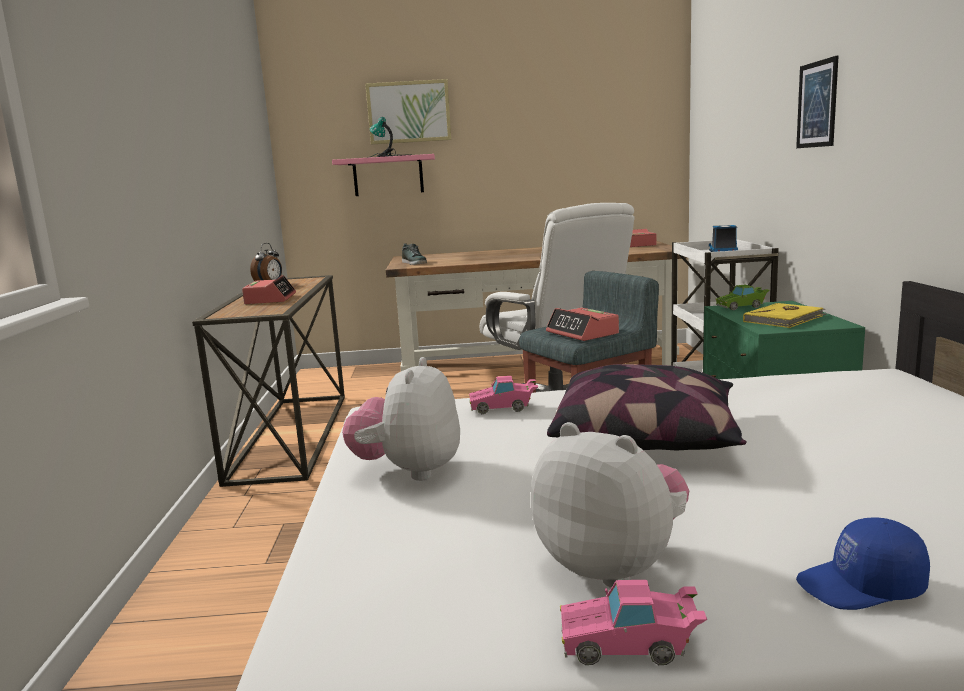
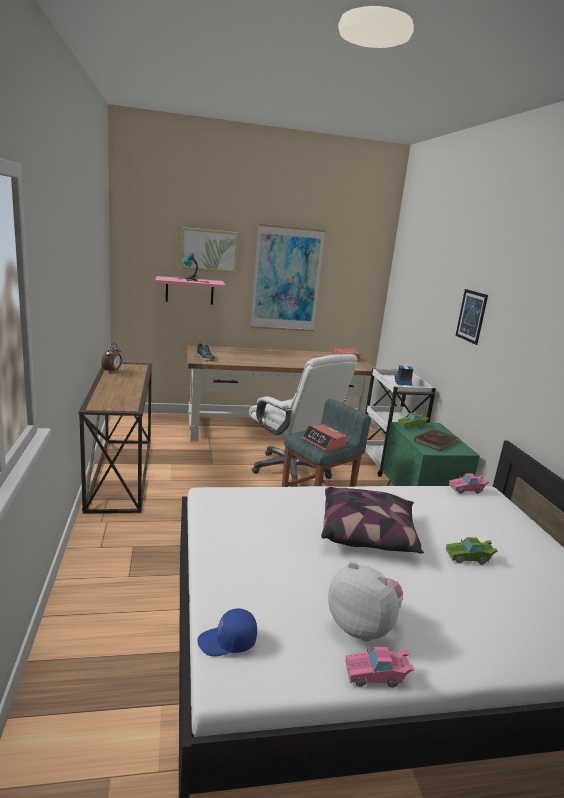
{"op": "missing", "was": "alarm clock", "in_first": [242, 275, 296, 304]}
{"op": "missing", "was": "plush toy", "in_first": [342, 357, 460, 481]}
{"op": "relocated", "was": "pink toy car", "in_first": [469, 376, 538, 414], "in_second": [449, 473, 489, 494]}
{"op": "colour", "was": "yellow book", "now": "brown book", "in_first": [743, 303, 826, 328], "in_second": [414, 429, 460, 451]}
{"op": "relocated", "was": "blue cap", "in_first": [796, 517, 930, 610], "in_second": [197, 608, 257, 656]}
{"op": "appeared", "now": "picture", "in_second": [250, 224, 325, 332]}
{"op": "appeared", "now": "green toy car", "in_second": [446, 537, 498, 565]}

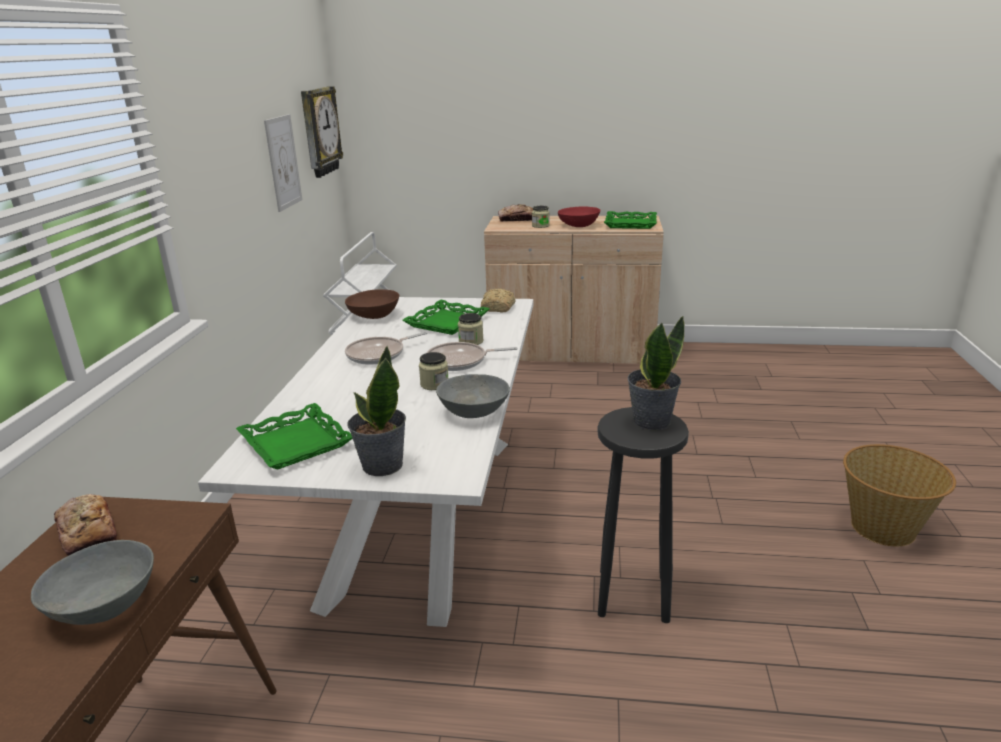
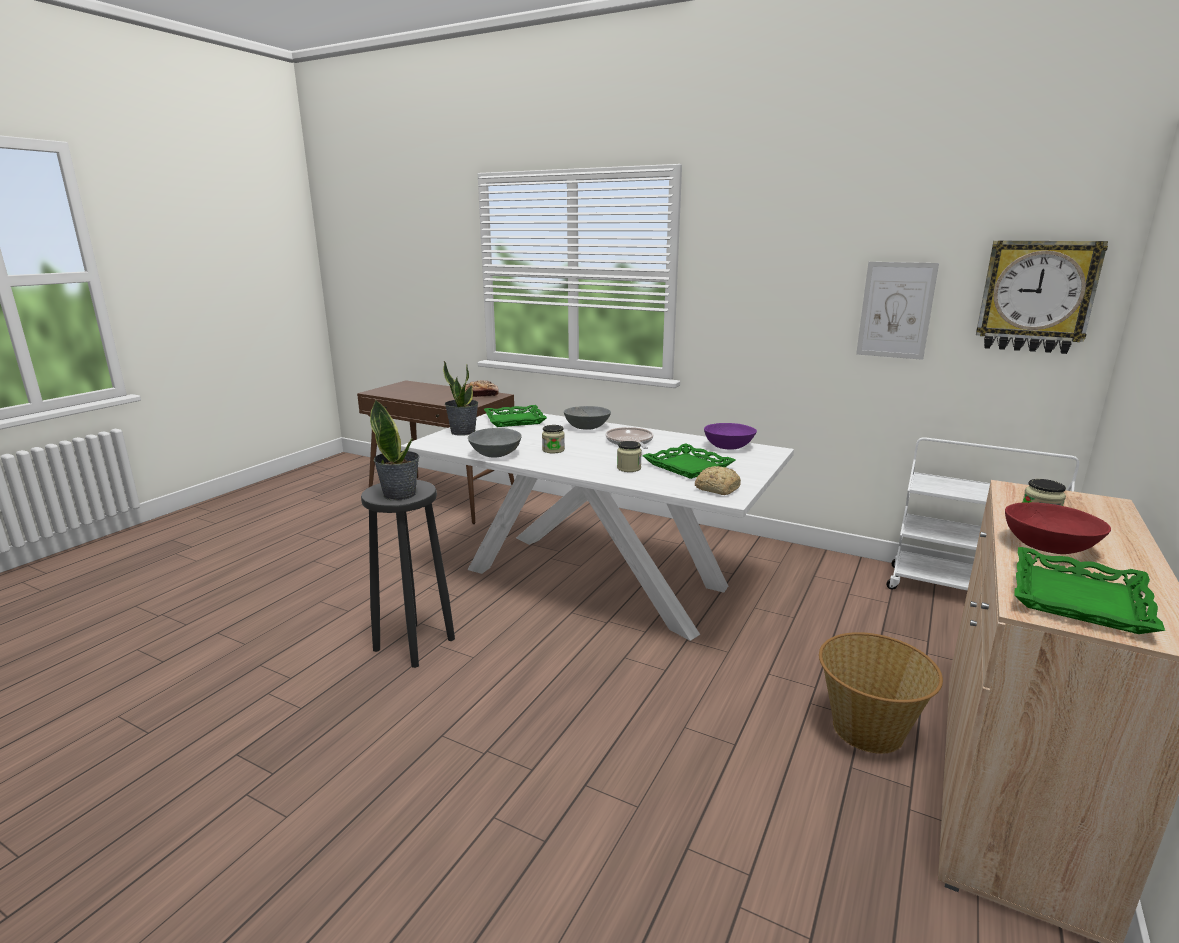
{"op": "relocated", "was": "grey bowl", "in_first": [31, 540, 154, 625], "in_second": [564, 406, 611, 430]}
{"op": "colour", "was": "brown bowl", "now": "purple bowl", "in_first": [345, 289, 399, 319], "in_second": [704, 423, 757, 449]}
{"op": "missing", "was": "frying pan", "in_first": [427, 342, 518, 371]}
{"op": "missing", "was": "bread", "in_first": [498, 204, 533, 222]}
{"op": "relocated", "was": "basket", "in_first": [843, 444, 956, 546], "in_second": [819, 632, 943, 754]}

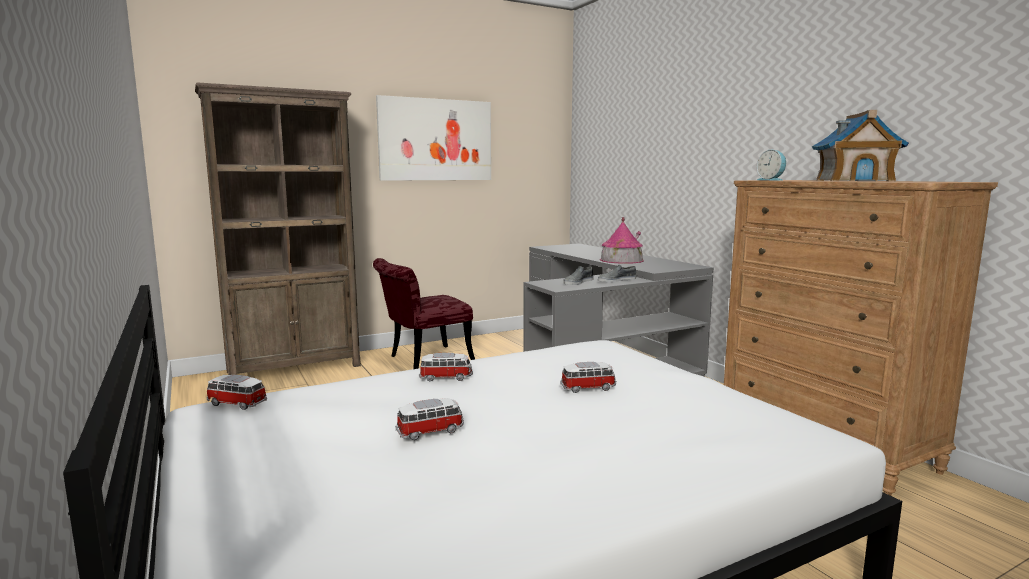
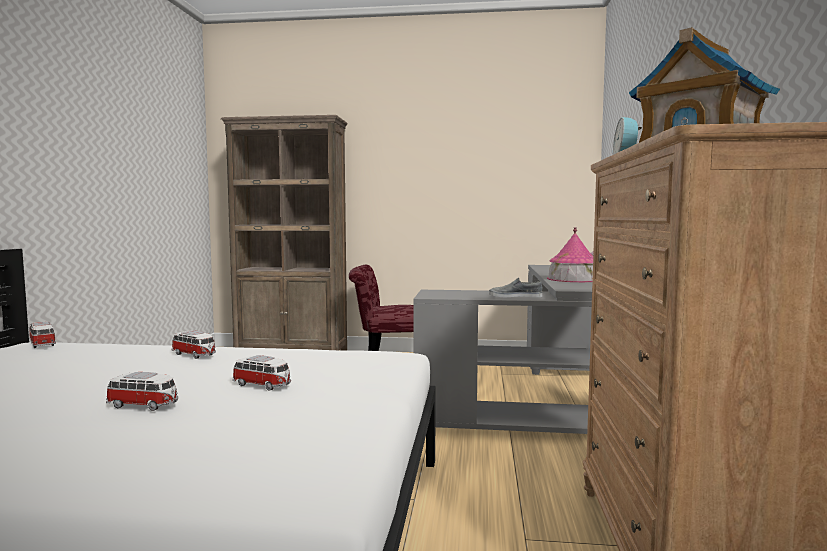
{"op": "missing", "was": "picture", "in_first": [376, 95, 491, 181]}
{"op": "relocated", "was": "toy car", "in_first": [396, 398, 464, 440], "in_second": [106, 372, 178, 411]}
{"op": "missing", "was": "grey shoe", "in_first": [563, 266, 593, 285]}

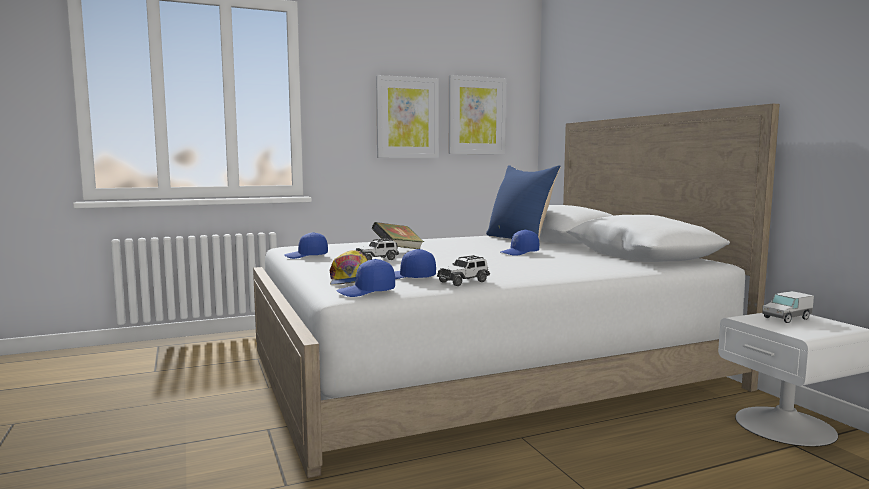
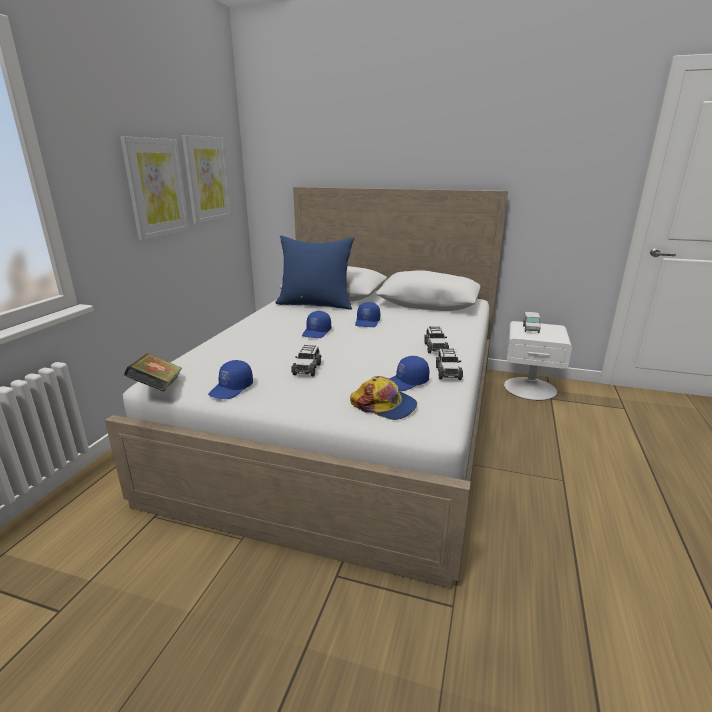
{"op": "relocated", "was": "blue cap", "in_first": [336, 259, 395, 297], "in_second": [302, 311, 331, 338]}
{"op": "relocated", "was": "book", "in_first": [372, 222, 424, 249], "in_second": [124, 353, 182, 392]}
{"op": "appeared", "now": "toy car", "in_second": [424, 326, 449, 353]}

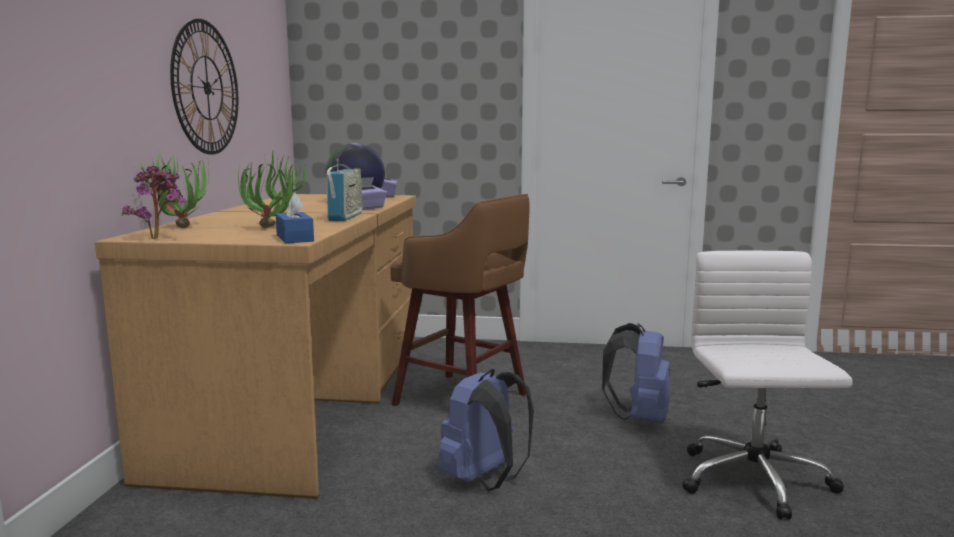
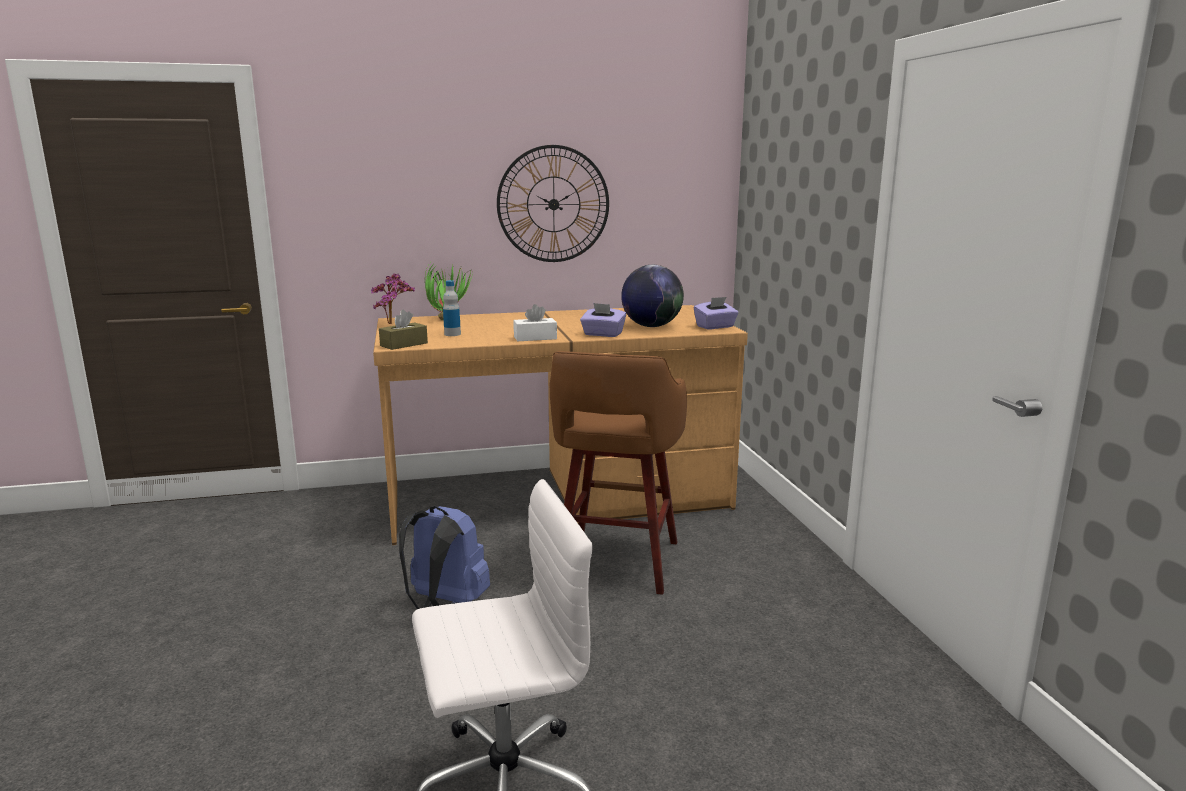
{"op": "exchanged", "was": "potted plant", "now": "bottle", "in_first": [238, 152, 306, 228], "in_second": [443, 280, 461, 336]}
{"op": "colour", "was": "blue tissue box", "now": "brown tissue box", "in_first": [276, 193, 314, 243], "in_second": [379, 309, 428, 350]}
{"op": "exchanged", "was": "radio", "now": "white tissue box", "in_first": [327, 160, 363, 221], "in_second": [513, 304, 557, 341]}
{"op": "missing", "was": "blue backpack", "in_first": [602, 323, 670, 422]}

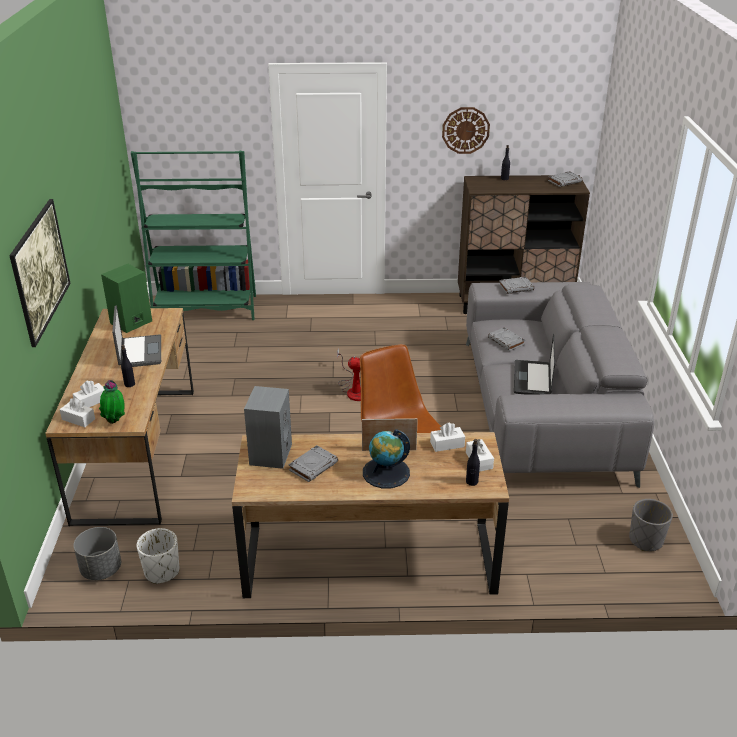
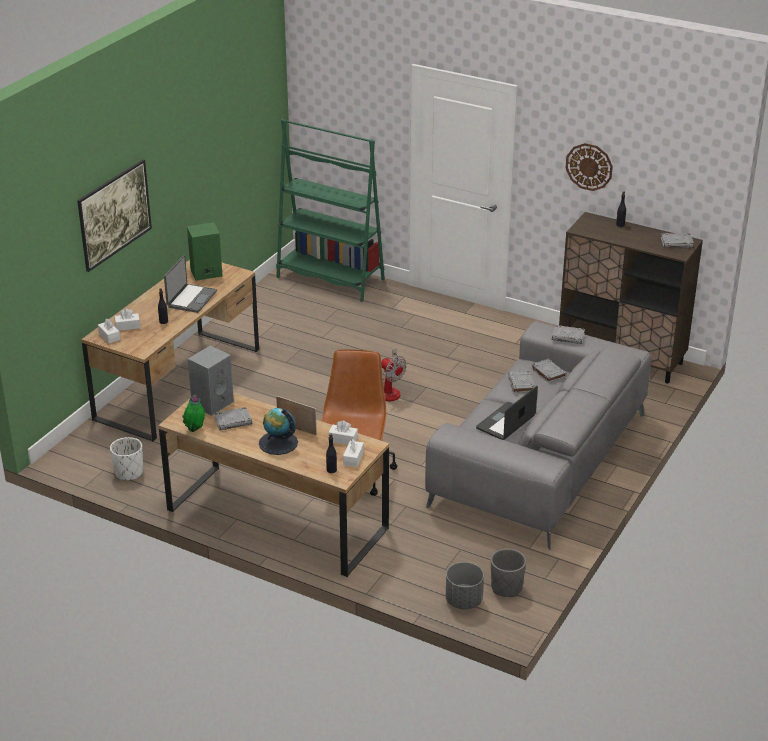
{"op": "relocated", "was": "grey planter", "in_first": [74, 527, 121, 580], "in_second": [446, 562, 484, 609]}
{"op": "relocated", "was": "potted plant", "in_first": [99, 380, 125, 424], "in_second": [182, 395, 205, 432]}
{"op": "appeared", "now": "grey book", "in_second": [531, 359, 567, 383]}

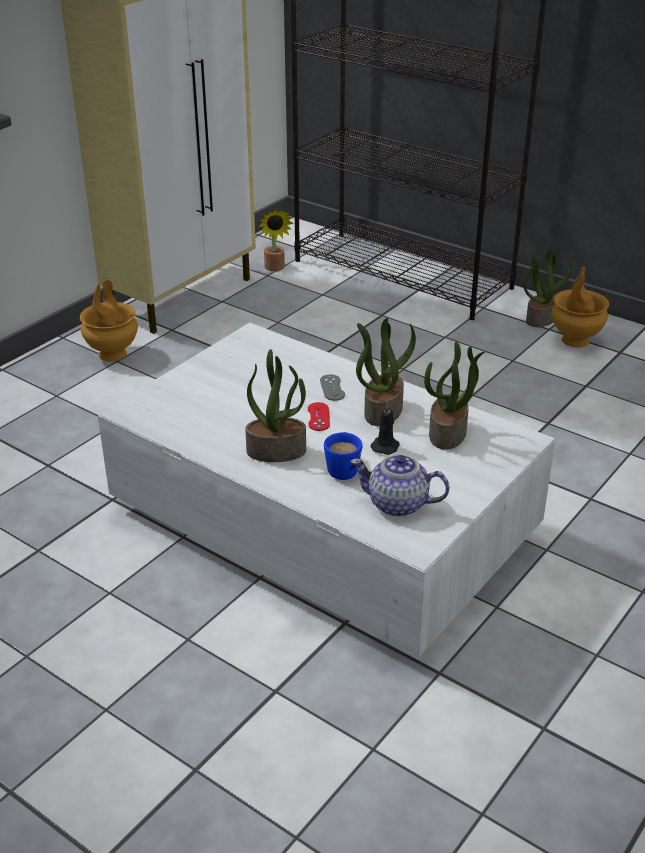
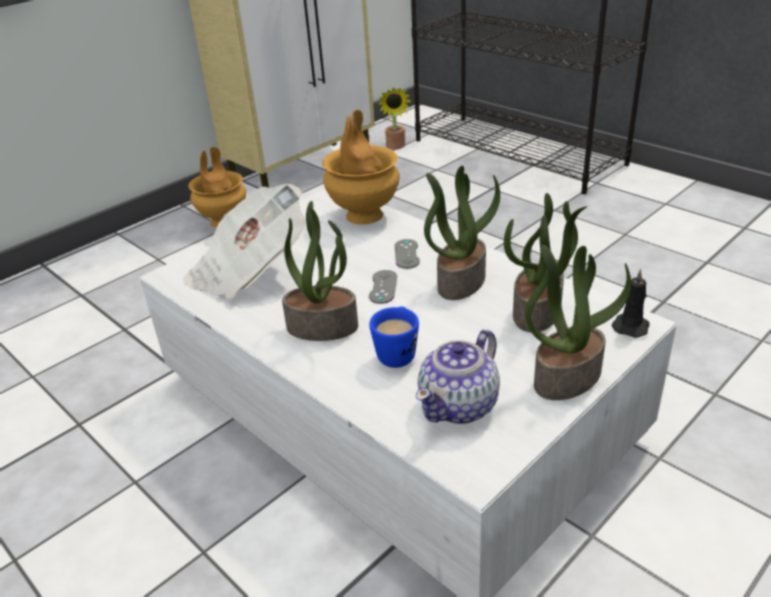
{"op": "colour", "was": "red game controller", "now": "grey game controller", "in_first": [308, 402, 330, 431], "in_second": [369, 270, 397, 304]}
{"op": "spun", "was": "teapot", "in_first": [350, 454, 450, 517], "in_second": [416, 329, 500, 424], "clockwise": -75}
{"op": "relocated", "was": "black candle", "in_first": [371, 402, 400, 455], "in_second": [612, 269, 649, 338]}
{"op": "relocated", "was": "potted plant", "in_first": [523, 249, 572, 327], "in_second": [525, 245, 631, 400]}
{"op": "relocated", "was": "brown vase", "in_first": [551, 267, 609, 347], "in_second": [322, 110, 400, 225]}
{"op": "appeared", "now": "newspaper", "in_second": [184, 184, 306, 299]}

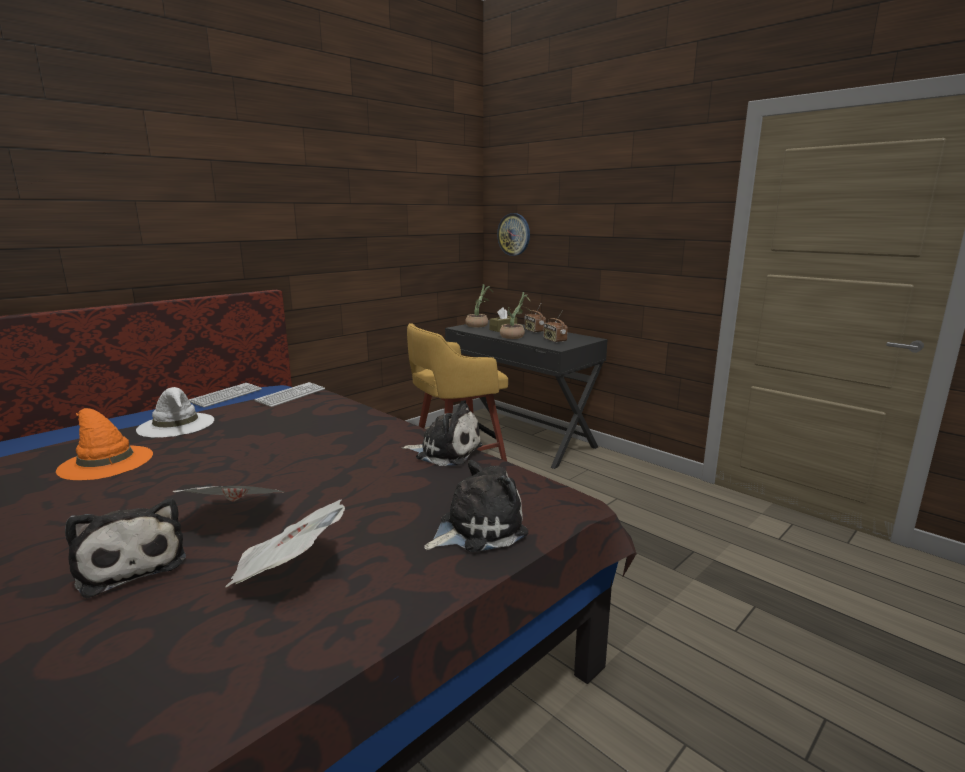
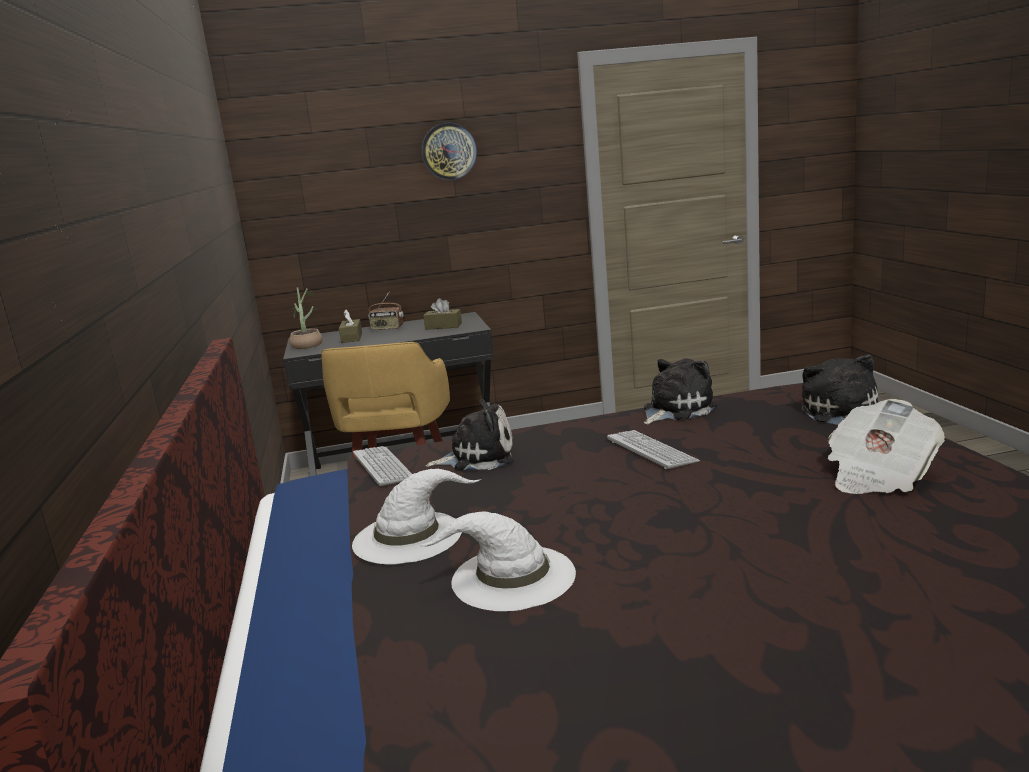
{"op": "colour", "was": "orange hat", "now": "white hat", "in_first": [56, 408, 153, 480], "in_second": [418, 512, 576, 611]}
{"op": "relocated", "was": "plush toy", "in_first": [65, 498, 186, 598], "in_second": [425, 399, 514, 471]}
{"op": "missing", "was": "newspaper", "in_first": [173, 486, 285, 501]}
{"op": "relocated", "was": "keyboard", "in_first": [189, 383, 262, 407], "in_second": [607, 430, 700, 469]}
{"op": "relocated", "was": "wall clock", "in_first": [497, 213, 530, 256], "in_second": [421, 123, 477, 180]}
{"op": "missing", "was": "potted plant", "in_first": [500, 292, 531, 339]}
{"op": "exchanged", "was": "radio", "now": "brown tissue box", "in_first": [543, 312, 568, 343], "in_second": [423, 298, 462, 330]}

